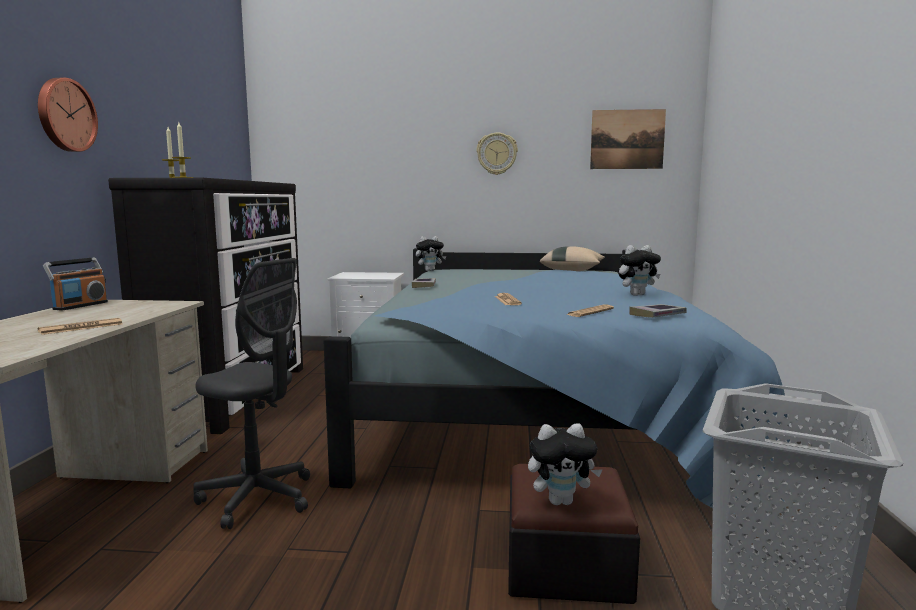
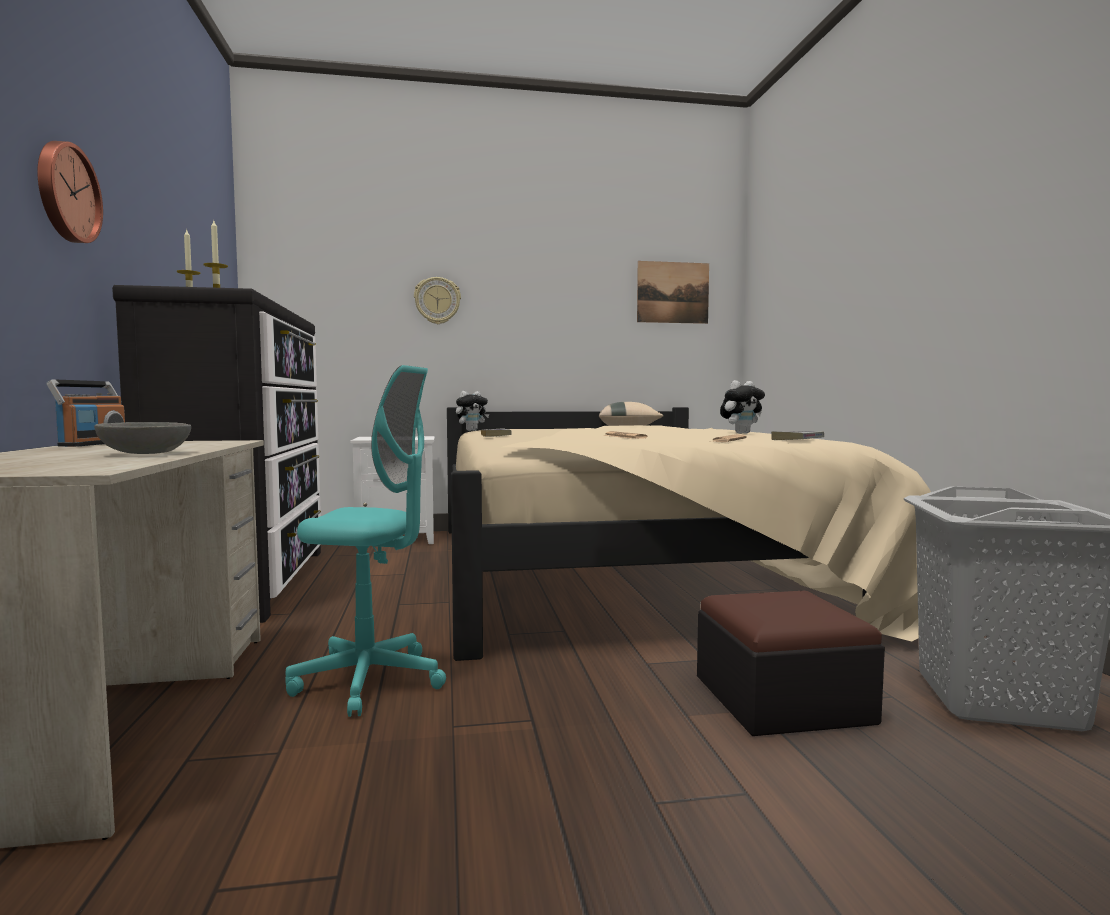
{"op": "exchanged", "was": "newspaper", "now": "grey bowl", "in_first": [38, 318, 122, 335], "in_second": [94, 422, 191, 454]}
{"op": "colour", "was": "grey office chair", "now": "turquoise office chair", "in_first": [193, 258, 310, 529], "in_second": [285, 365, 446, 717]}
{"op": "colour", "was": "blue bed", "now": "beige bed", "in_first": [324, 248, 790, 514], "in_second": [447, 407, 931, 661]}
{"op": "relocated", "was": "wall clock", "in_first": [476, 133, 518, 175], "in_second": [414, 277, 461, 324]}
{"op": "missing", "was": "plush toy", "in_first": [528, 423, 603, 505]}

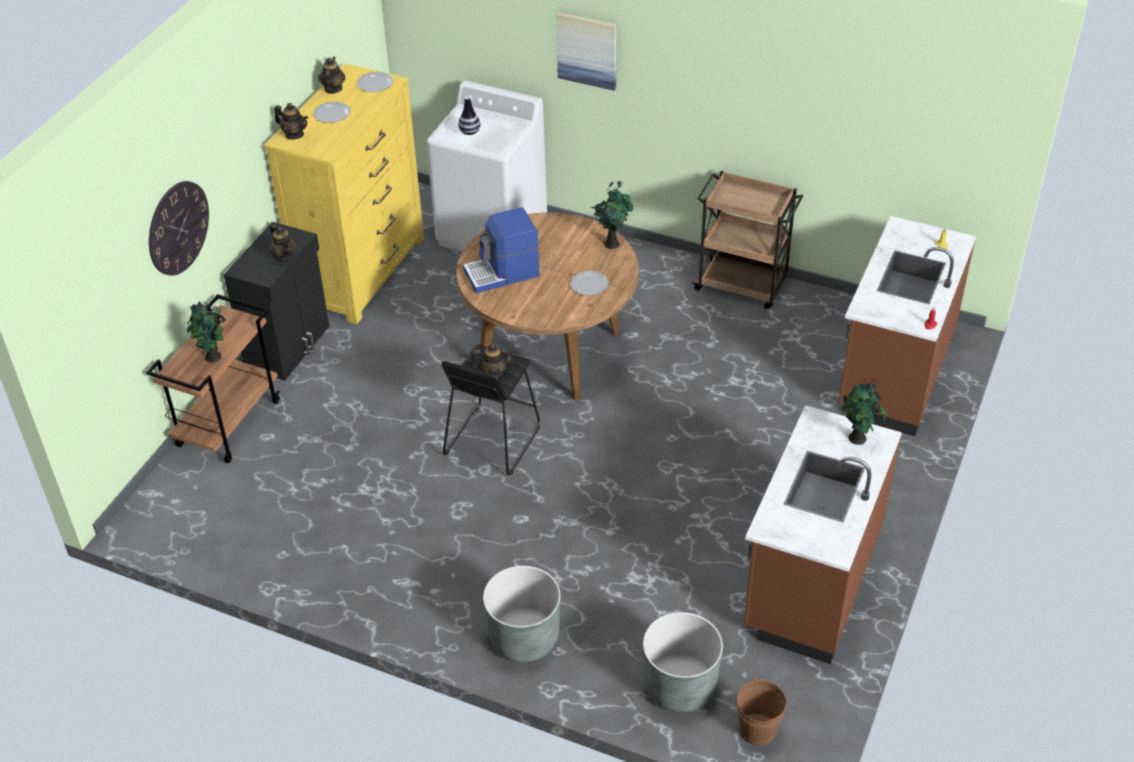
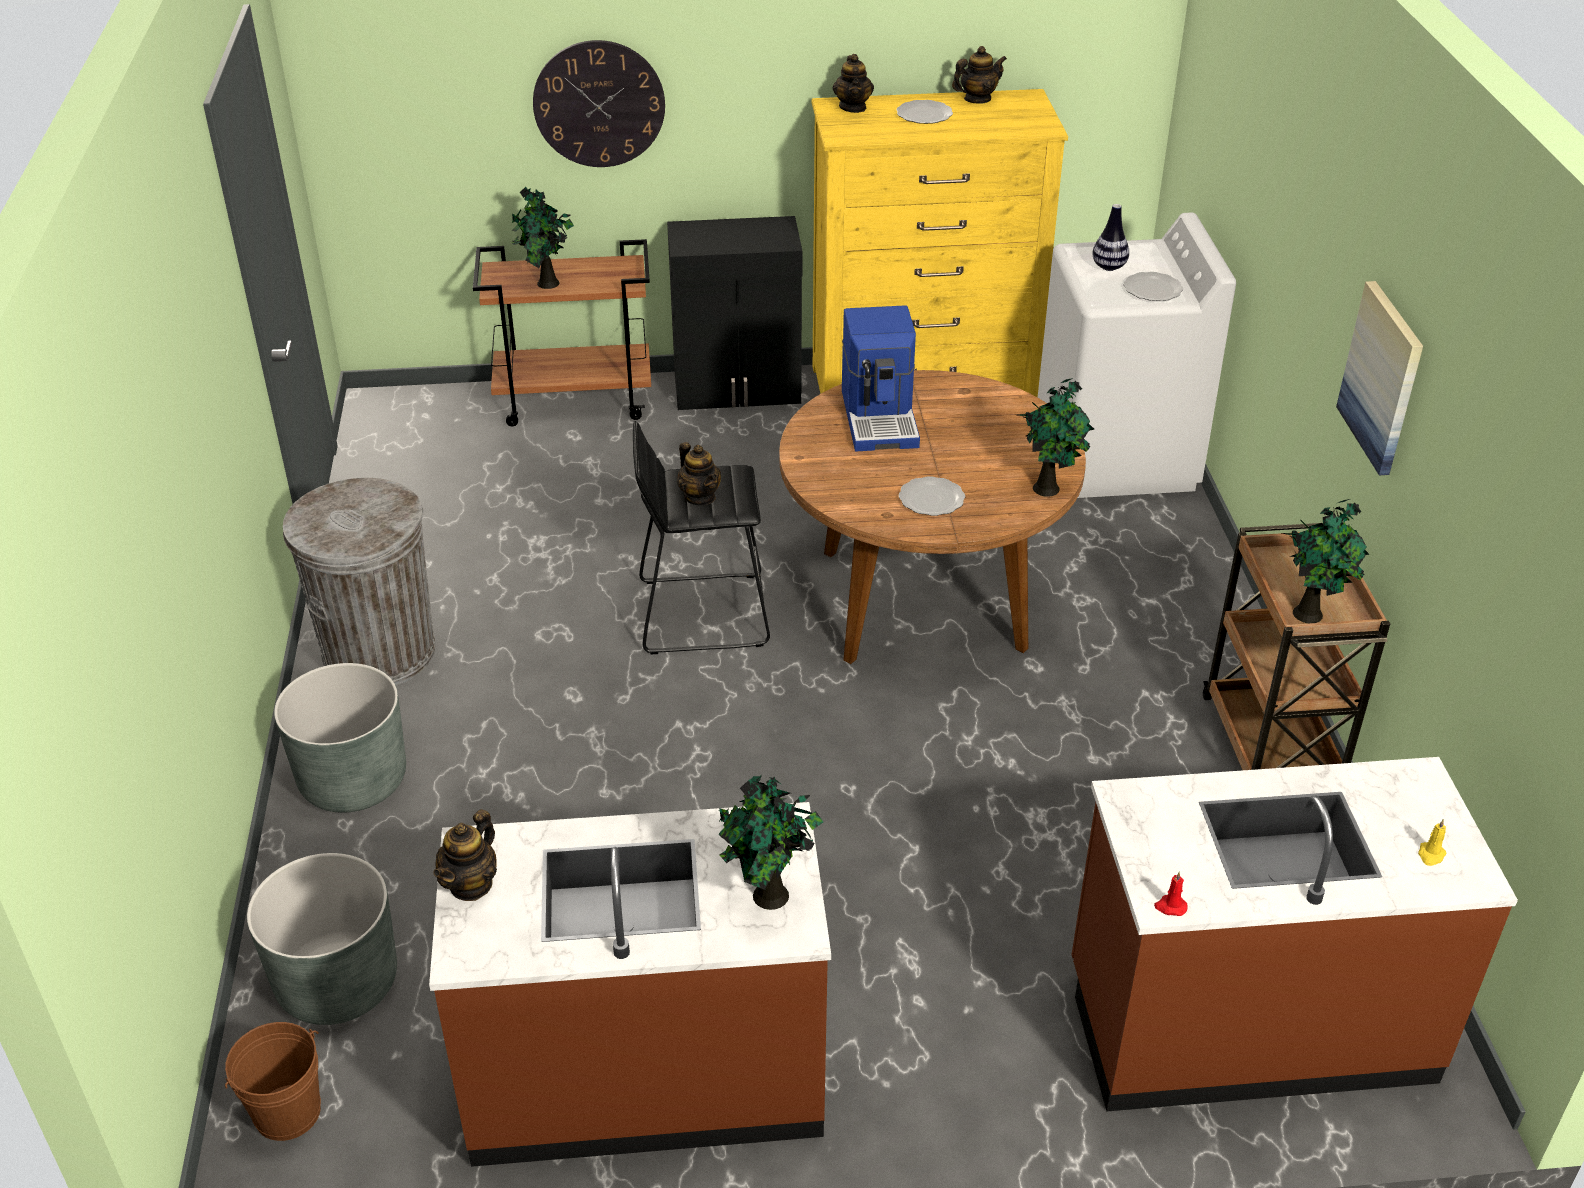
{"op": "relocated", "was": "teapot", "in_first": [269, 224, 296, 262], "in_second": [433, 809, 497, 901]}
{"op": "relocated", "was": "plate", "in_first": [357, 72, 393, 92], "in_second": [1123, 272, 1183, 301]}
{"op": "spun", "was": "coffee machine", "in_first": [463, 207, 539, 293], "in_second": [842, 305, 920, 451], "clockwise": -135}
{"op": "relocated", "was": "picture", "in_first": [556, 12, 617, 91], "in_second": [1336, 281, 1423, 475]}
{"op": "appeared", "now": "grey trash can", "in_second": [283, 478, 435, 685]}
{"op": "appeared", "now": "potted plant", "in_second": [1282, 499, 1370, 623]}

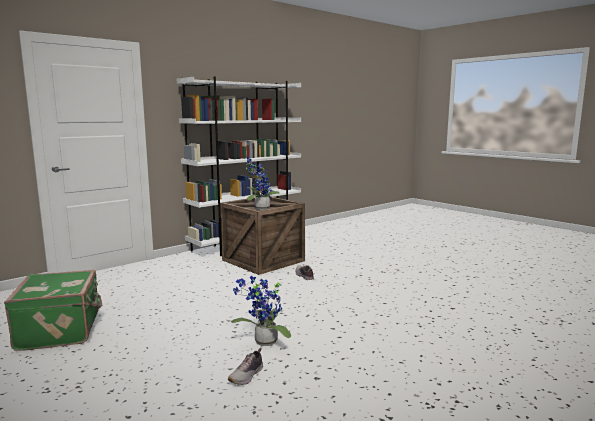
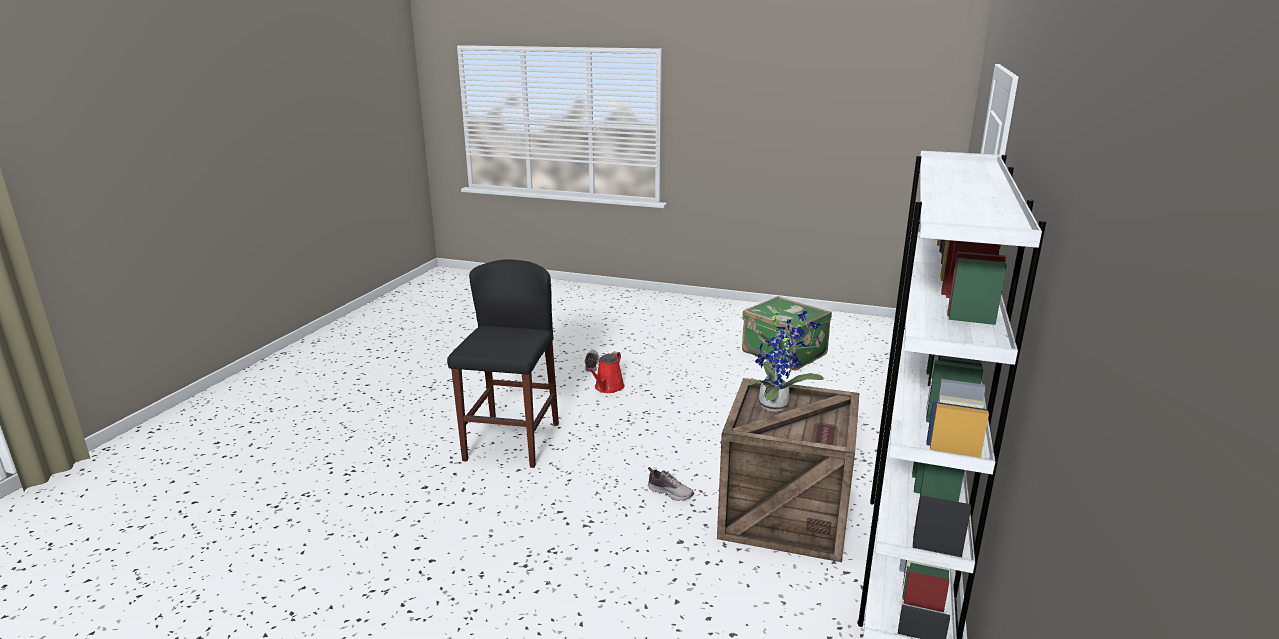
{"op": "exchanged", "was": "potted plant", "now": "red watering can", "in_first": [231, 276, 291, 346], "in_second": [588, 351, 625, 393]}
{"op": "appeared", "now": "black stool", "in_second": [447, 259, 559, 468]}

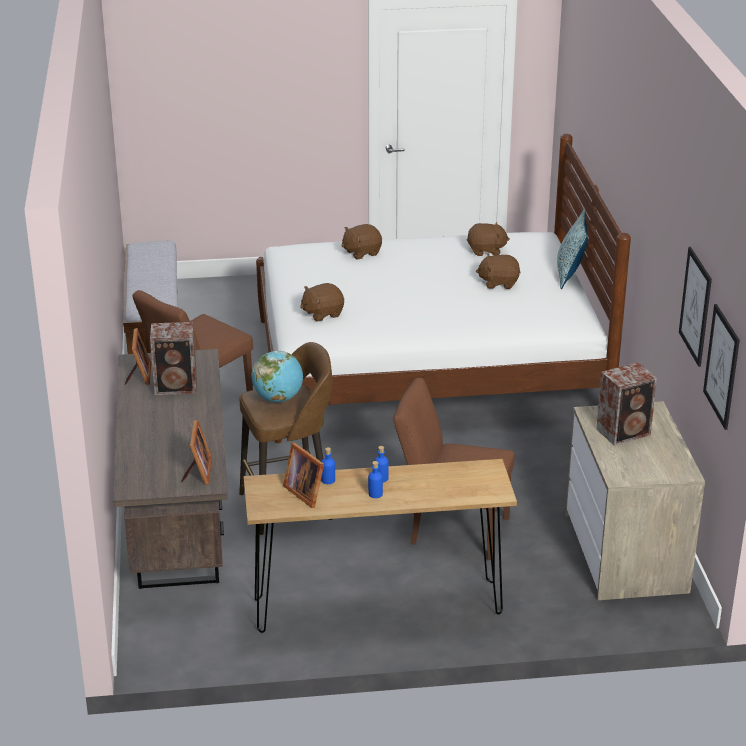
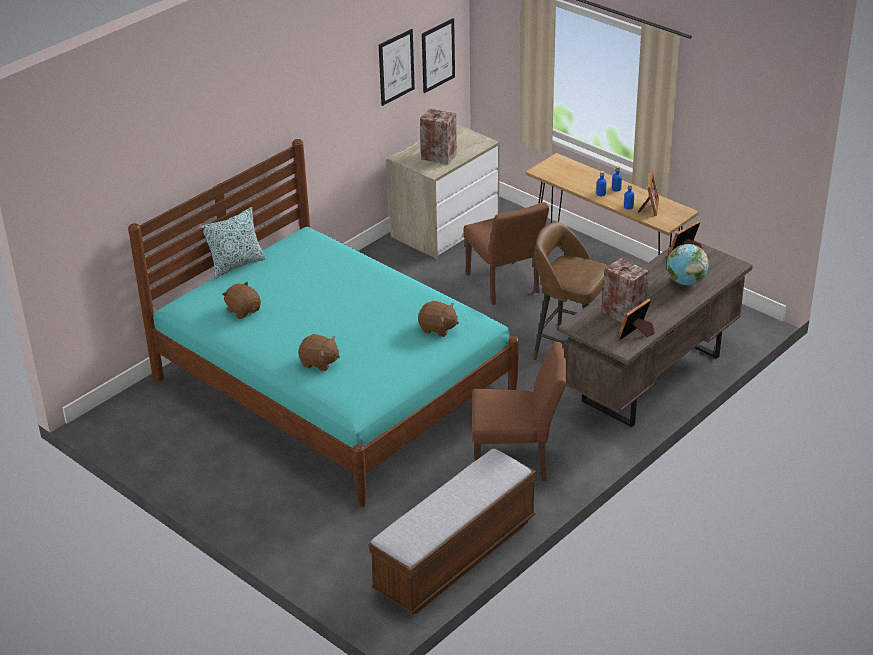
{"op": "relocated", "was": "globe", "in_first": [251, 351, 303, 402], "in_second": [667, 244, 709, 285]}
{"op": "colour", "was": "white bed", "now": "turquoise bed", "in_first": [256, 134, 631, 443], "in_second": [128, 139, 519, 507]}
{"op": "missing", "was": "brown plush toy", "in_first": [476, 253, 521, 289]}

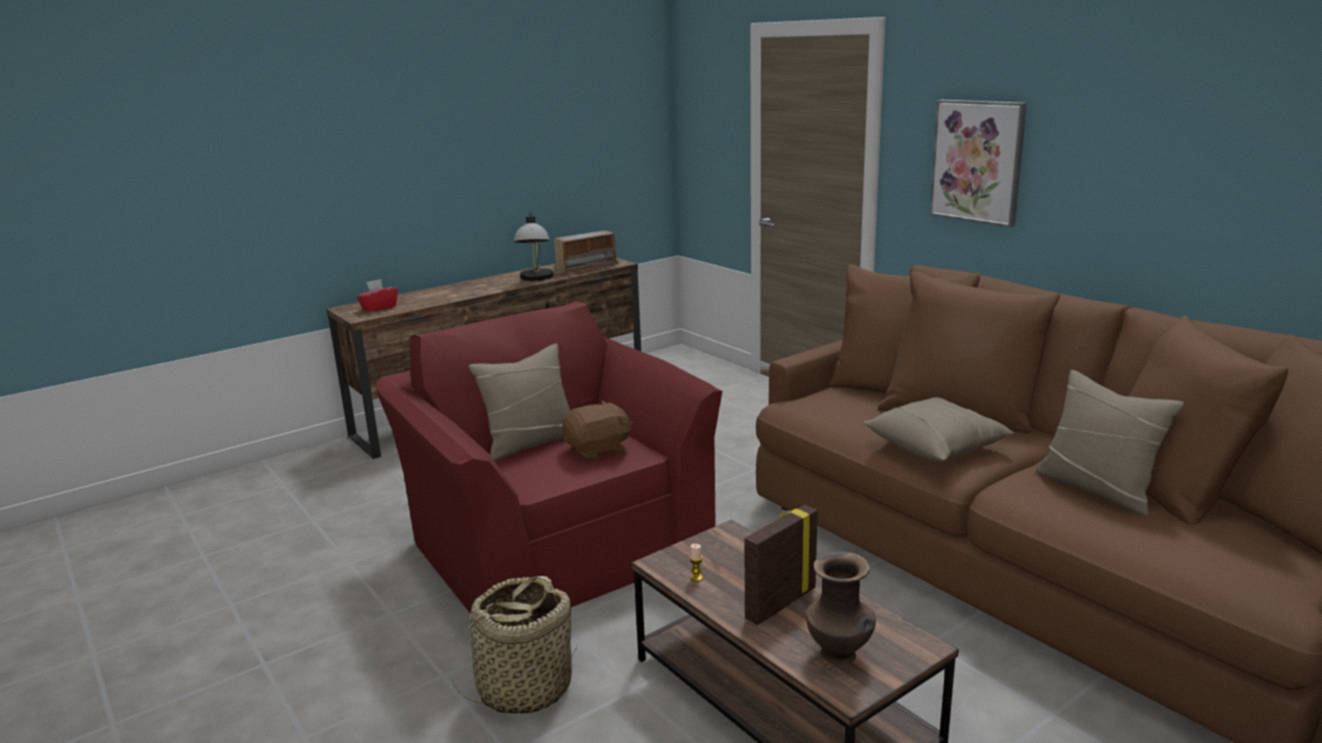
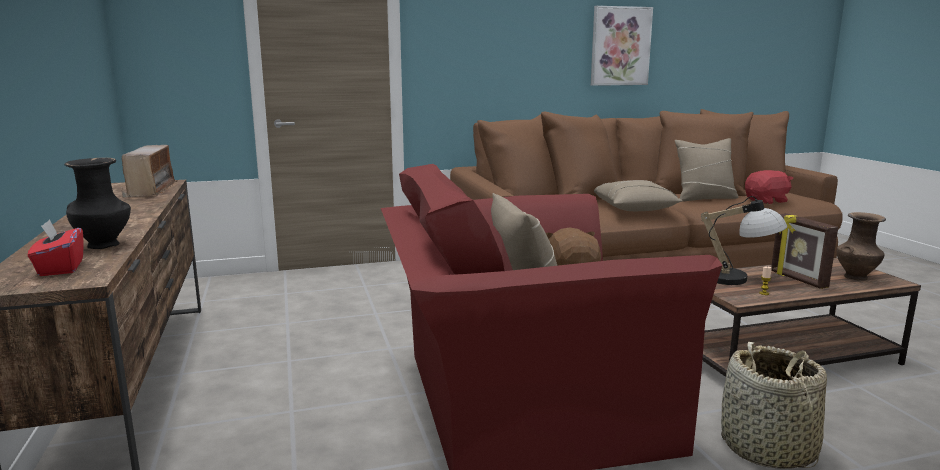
{"op": "relocated", "was": "table lamp", "in_first": [514, 212, 554, 281], "in_second": [701, 196, 787, 285]}
{"op": "relocated", "was": "picture", "in_first": [929, 100, 1027, 227], "in_second": [591, 6, 653, 86]}
{"op": "appeared", "now": "black vase", "in_second": [64, 158, 131, 249]}
{"op": "appeared", "now": "red plush toy", "in_second": [745, 170, 793, 204]}

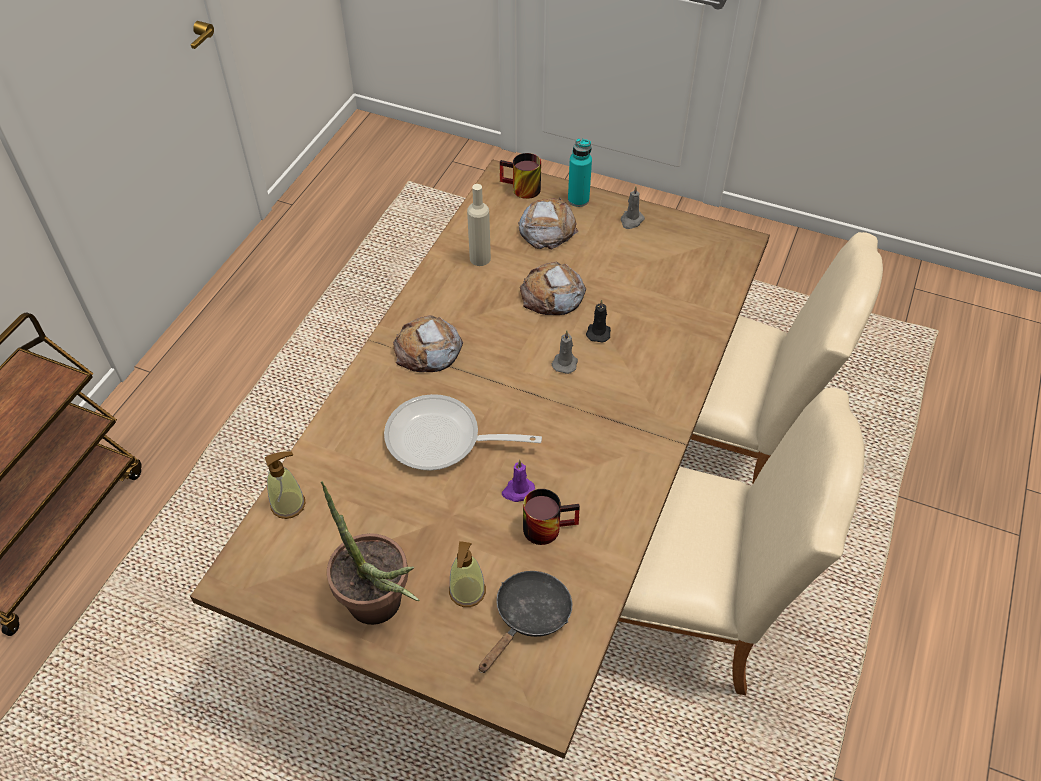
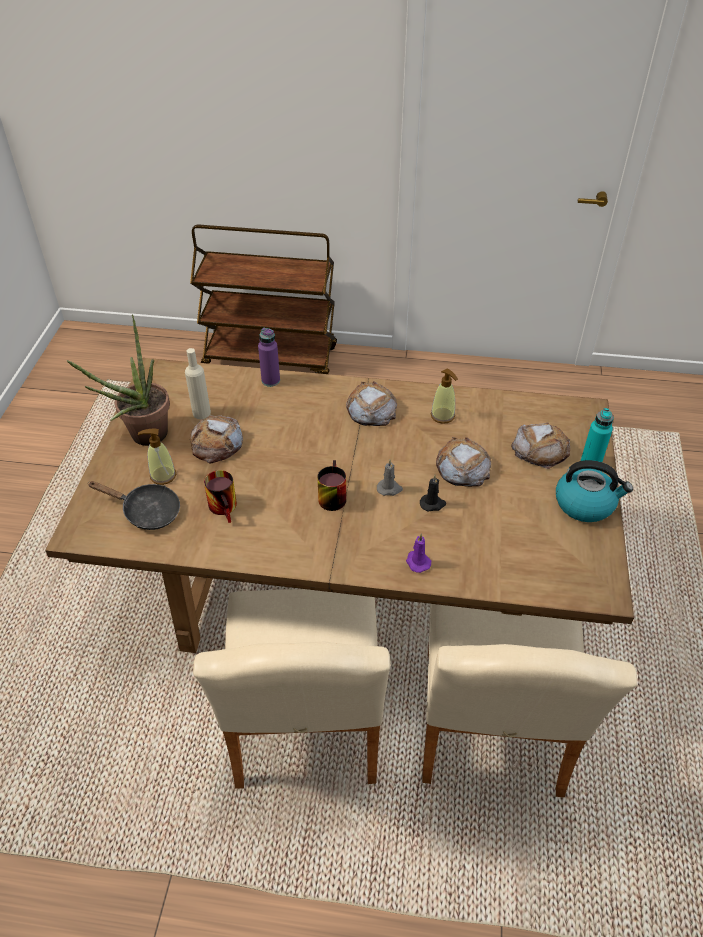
{"op": "relocated", "was": "soap dispenser", "in_first": [265, 451, 306, 519], "in_second": [431, 369, 458, 424]}
{"op": "missing", "was": "frying pan", "in_first": [384, 394, 542, 471]}
{"op": "relocated", "was": "beige bottle", "in_first": [467, 184, 491, 266], "in_second": [185, 348, 211, 419]}
{"op": "relocated", "was": "mug", "in_first": [500, 153, 541, 199], "in_second": [317, 460, 346, 511]}
{"op": "relocated", "was": "purple candle", "in_first": [502, 460, 535, 502], "in_second": [406, 534, 431, 573]}
{"op": "exchanged", "was": "grey candle", "now": "kettle", "in_first": [620, 186, 645, 229], "in_second": [556, 460, 633, 522]}
{"op": "appeared", "now": "bread", "in_second": [190, 415, 243, 464]}
{"op": "appeared", "now": "purple bottle", "in_second": [258, 328, 280, 387]}

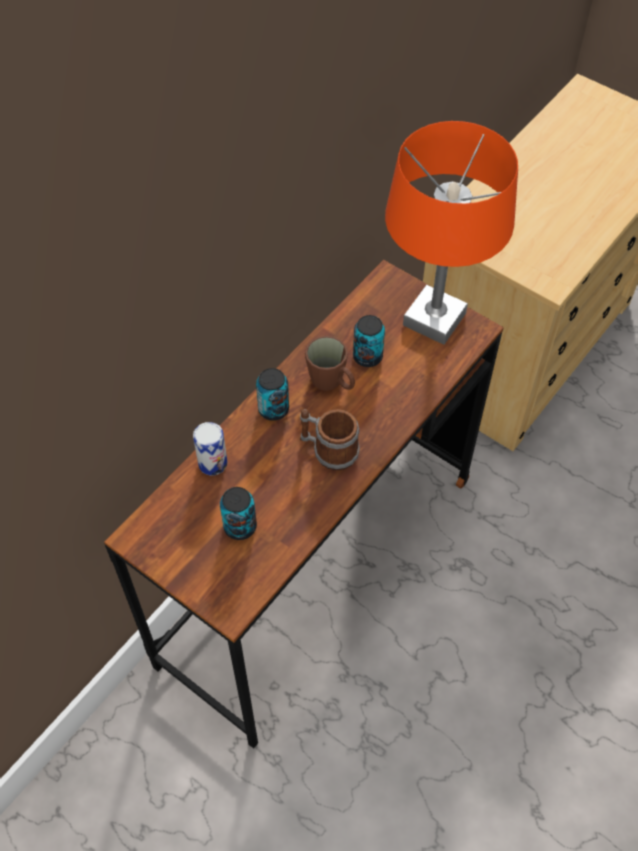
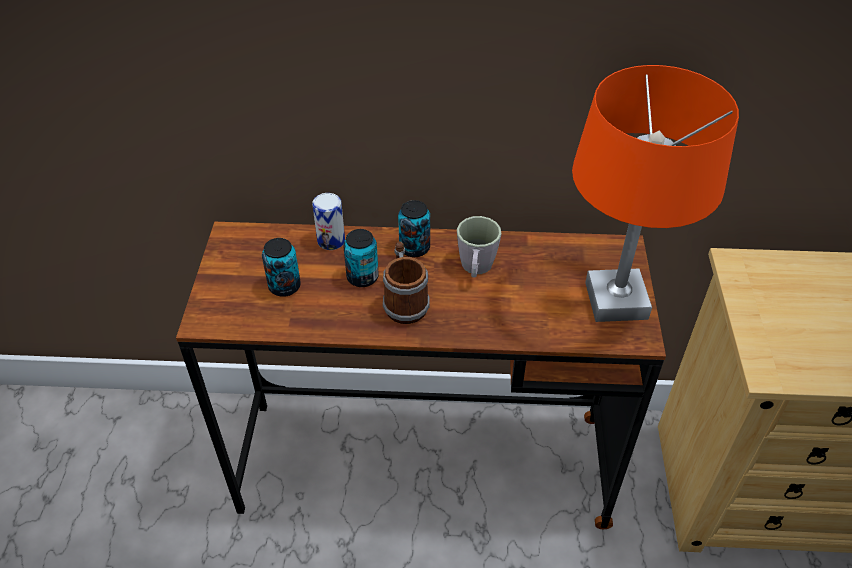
{"op": "colour", "was": "brown mug", "now": "grey mug", "in_first": [305, 336, 355, 391], "in_second": [457, 216, 502, 278]}
{"op": "relocated", "was": "can", "in_first": [353, 315, 385, 367], "in_second": [343, 229, 379, 287]}

